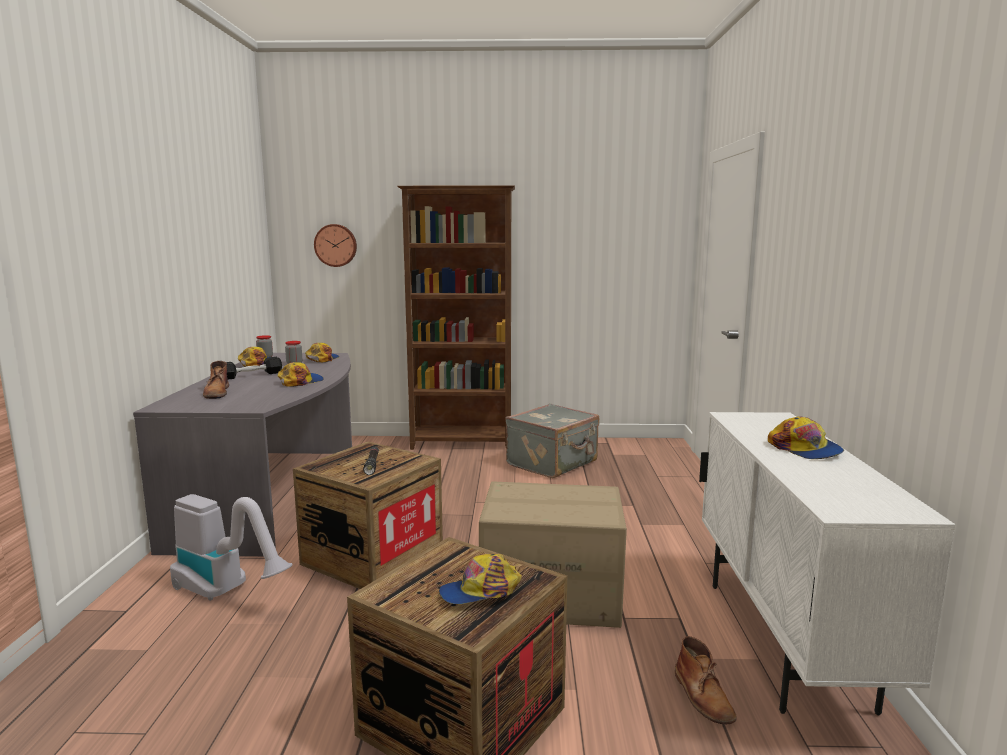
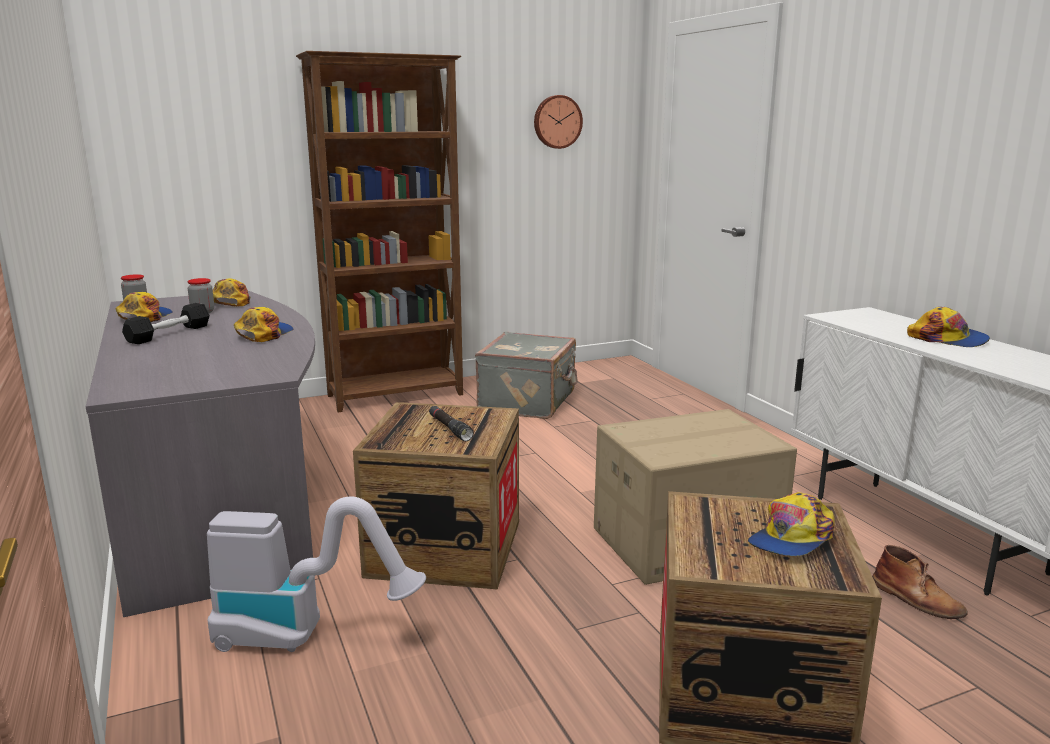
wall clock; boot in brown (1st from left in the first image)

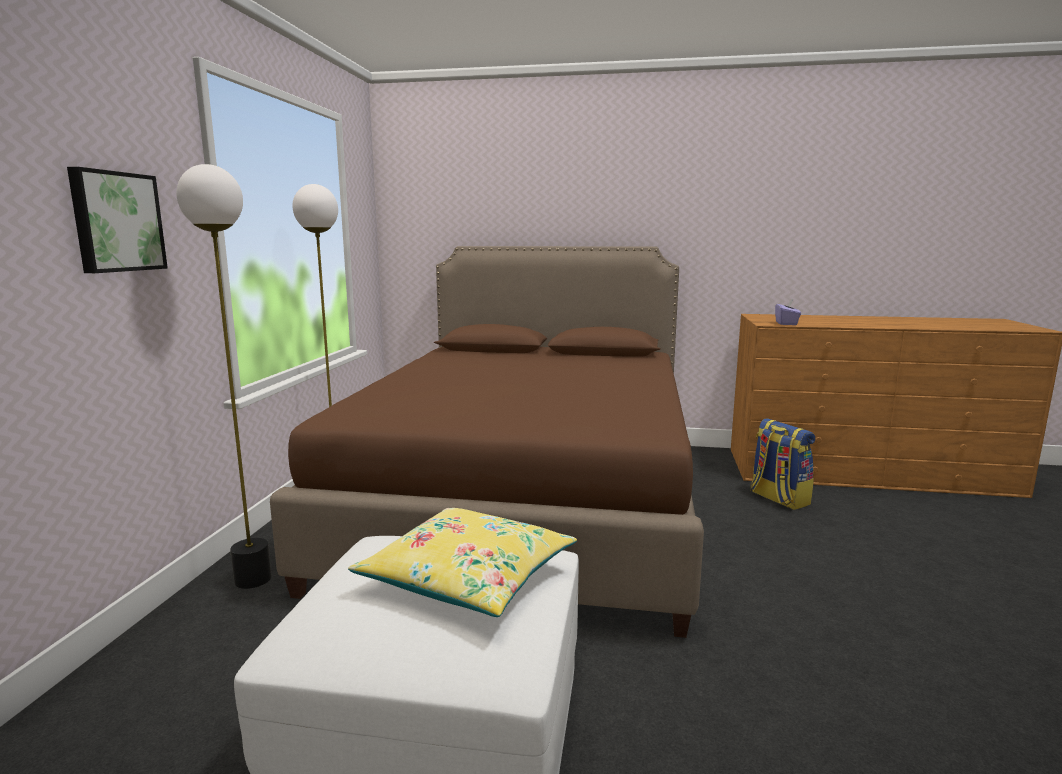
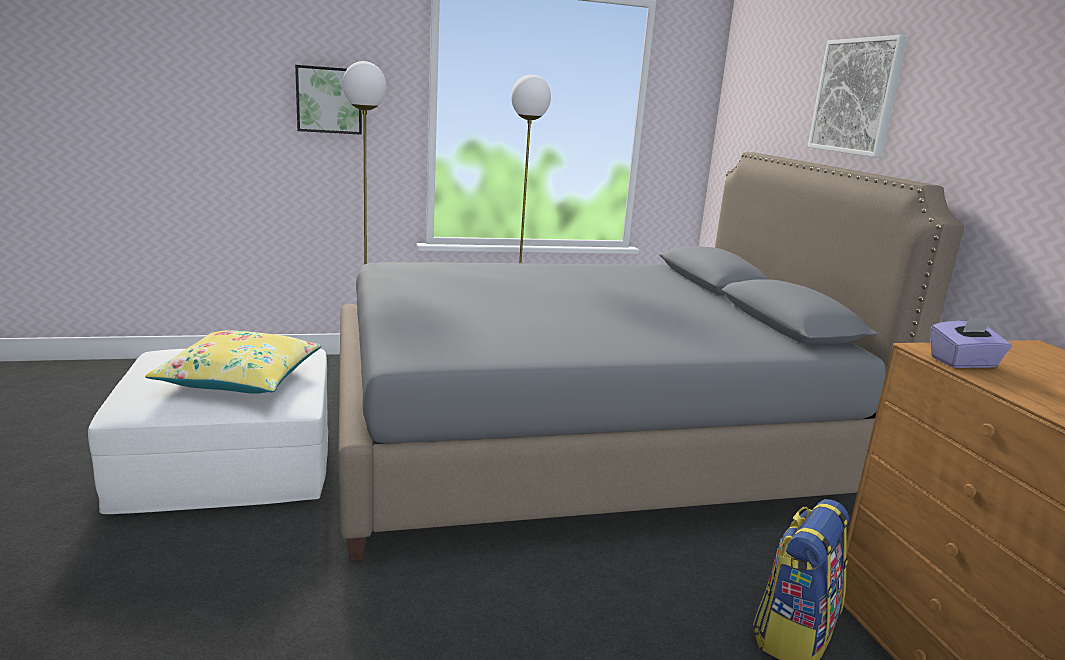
bed in grey; picture (2nd from left)

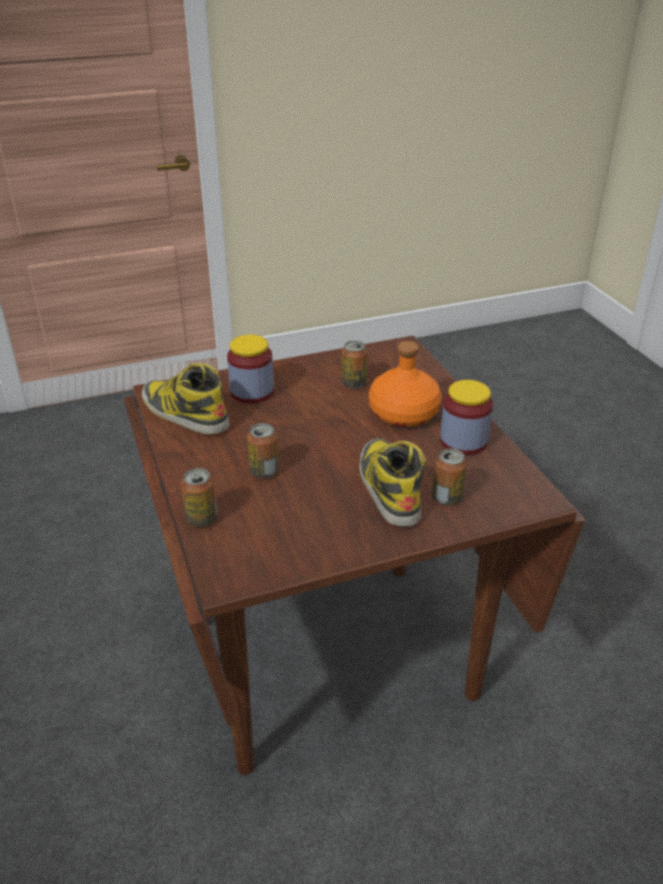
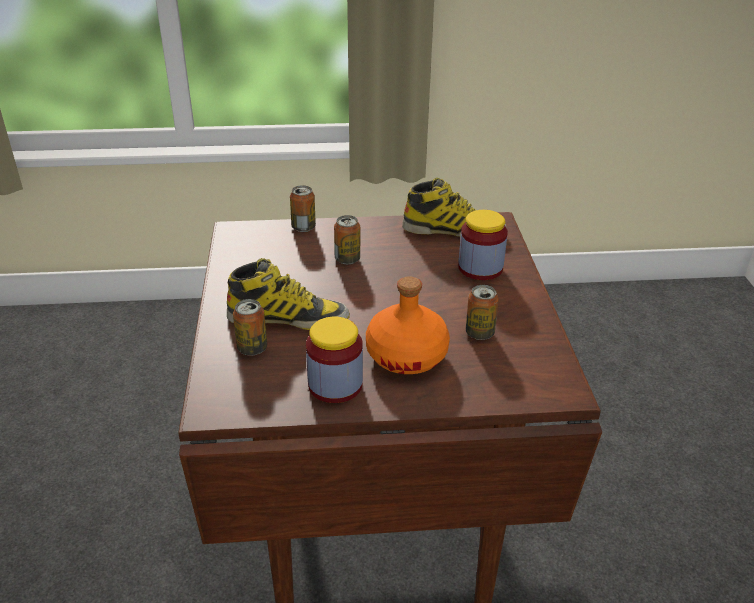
boot (2nd from left)

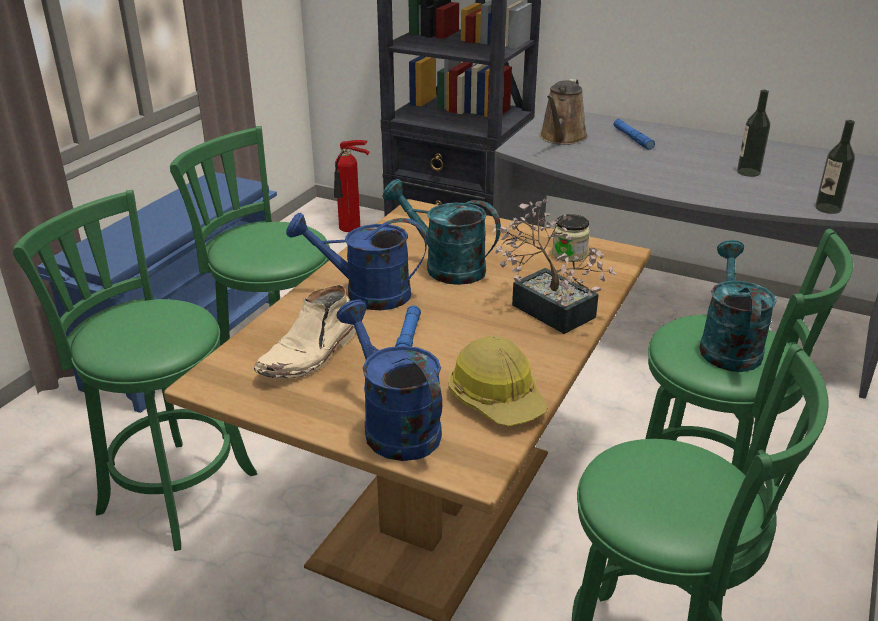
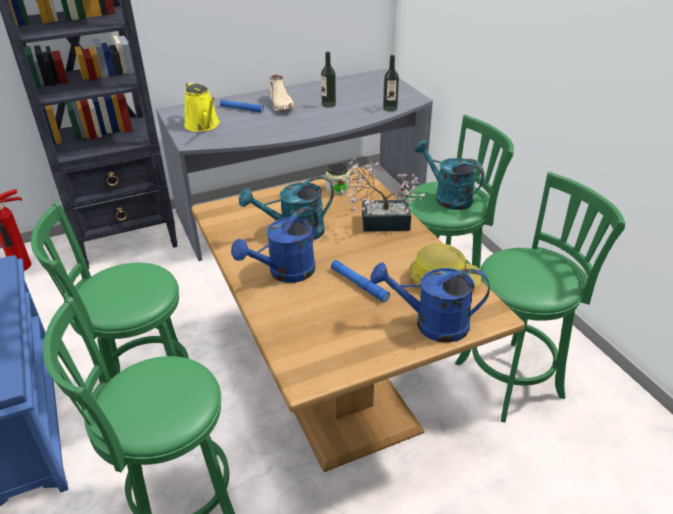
watering can in yellow; boot in beige

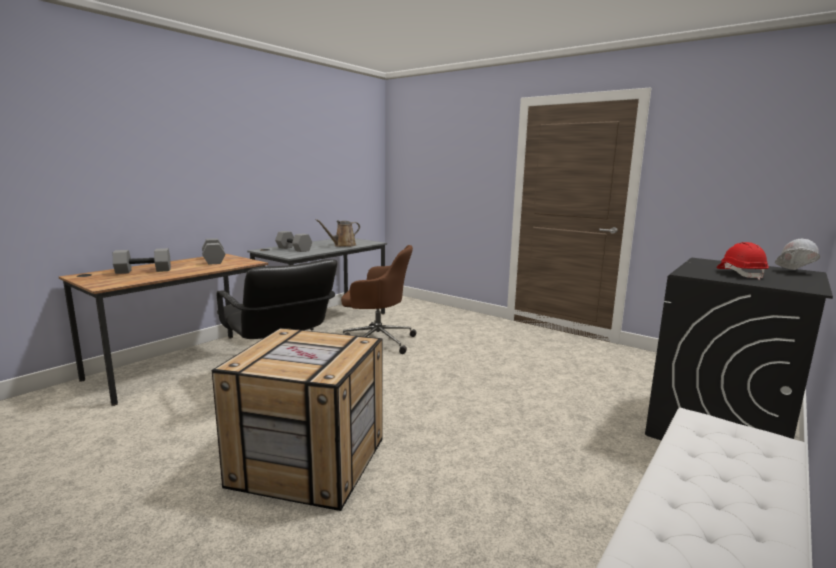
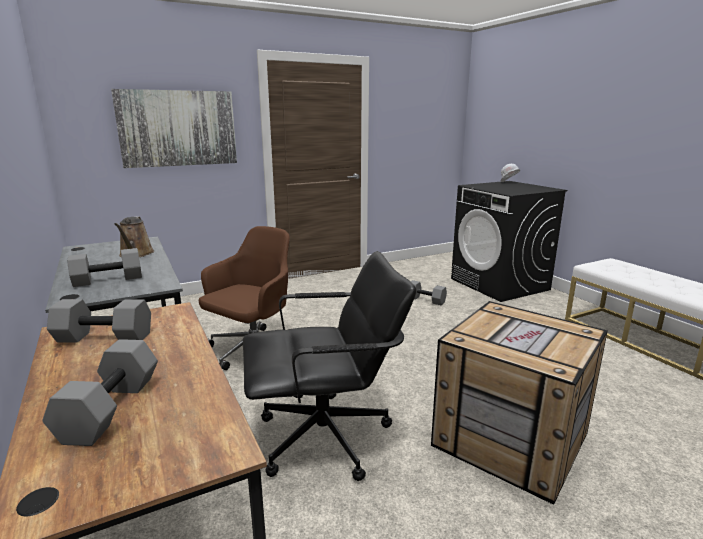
picture; dumbbell in grey (4th from left); hard hat in red

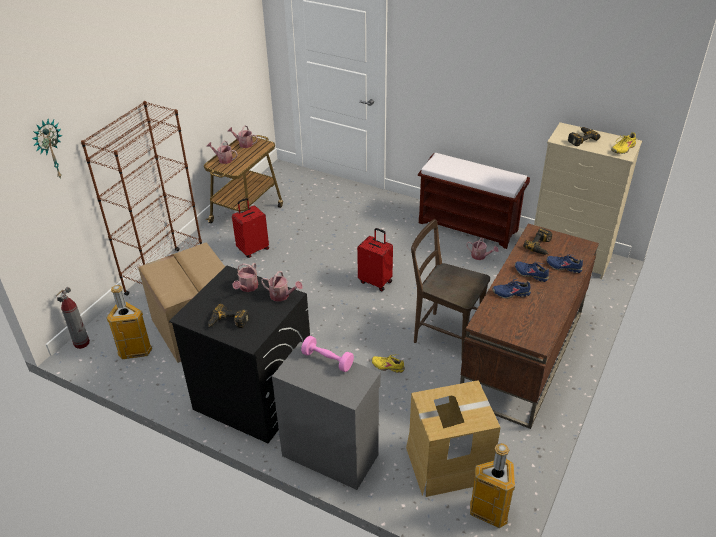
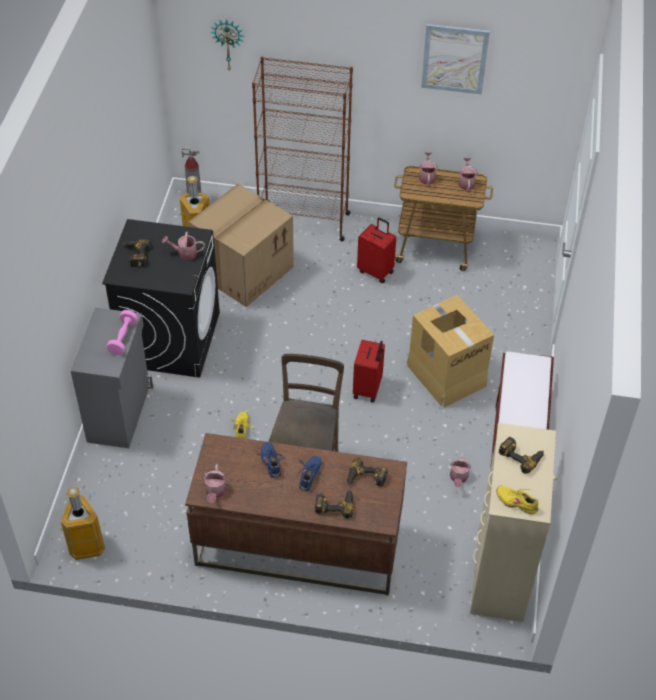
watering can (2nd from left); power drill (2nd from left); cardboard box (2nd from left); picture

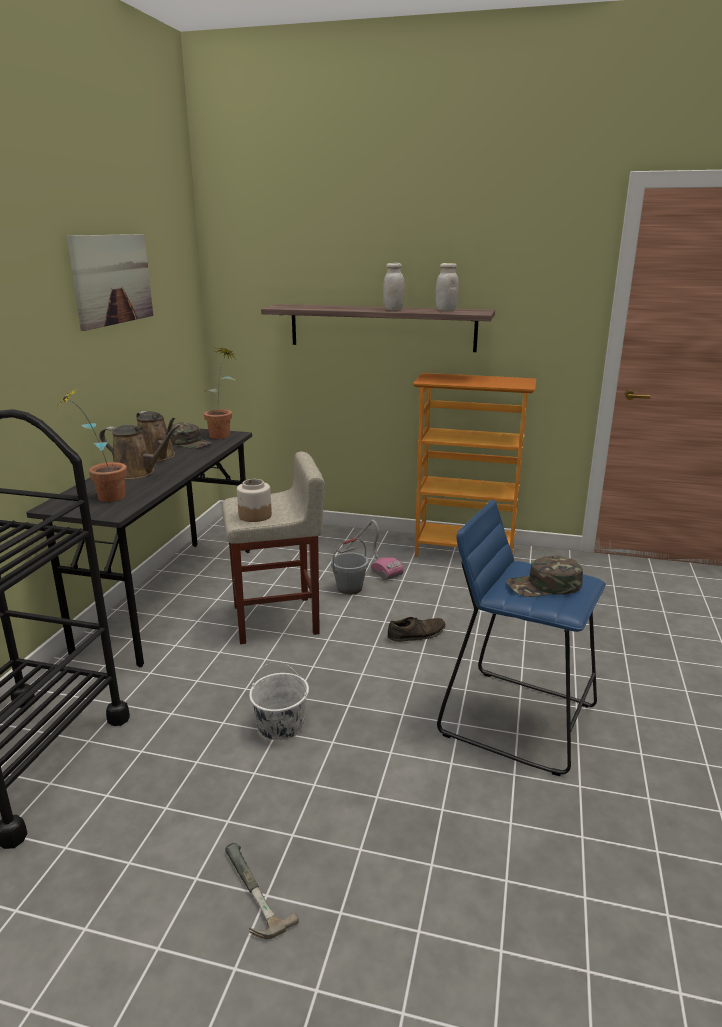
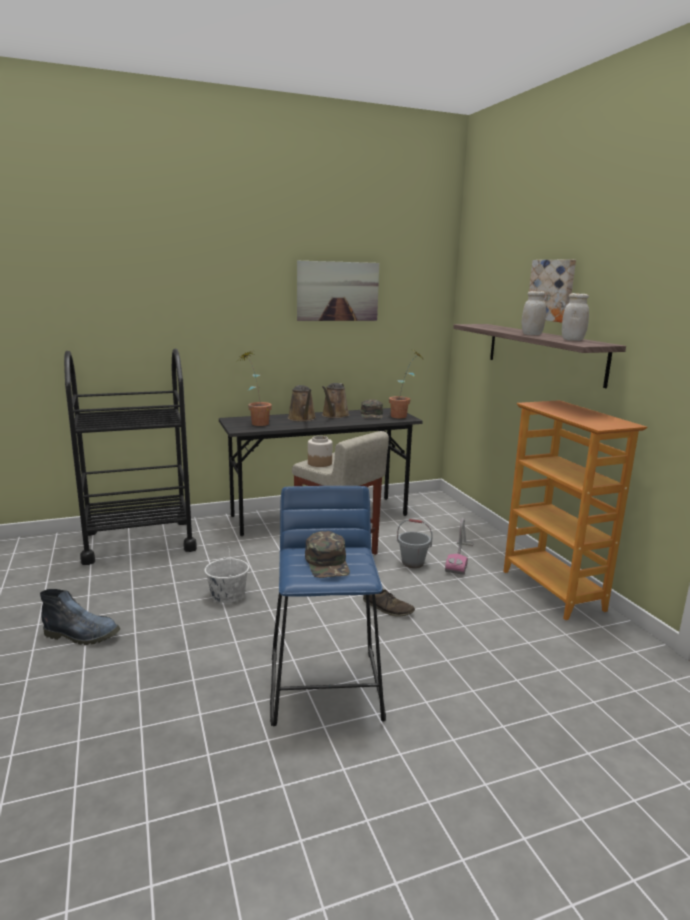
boot; cap in green (1st from left); picture (2nd from left)

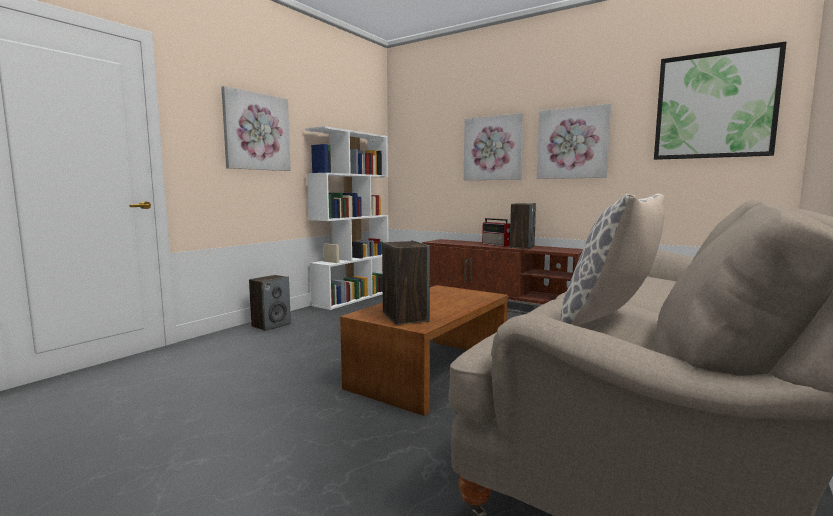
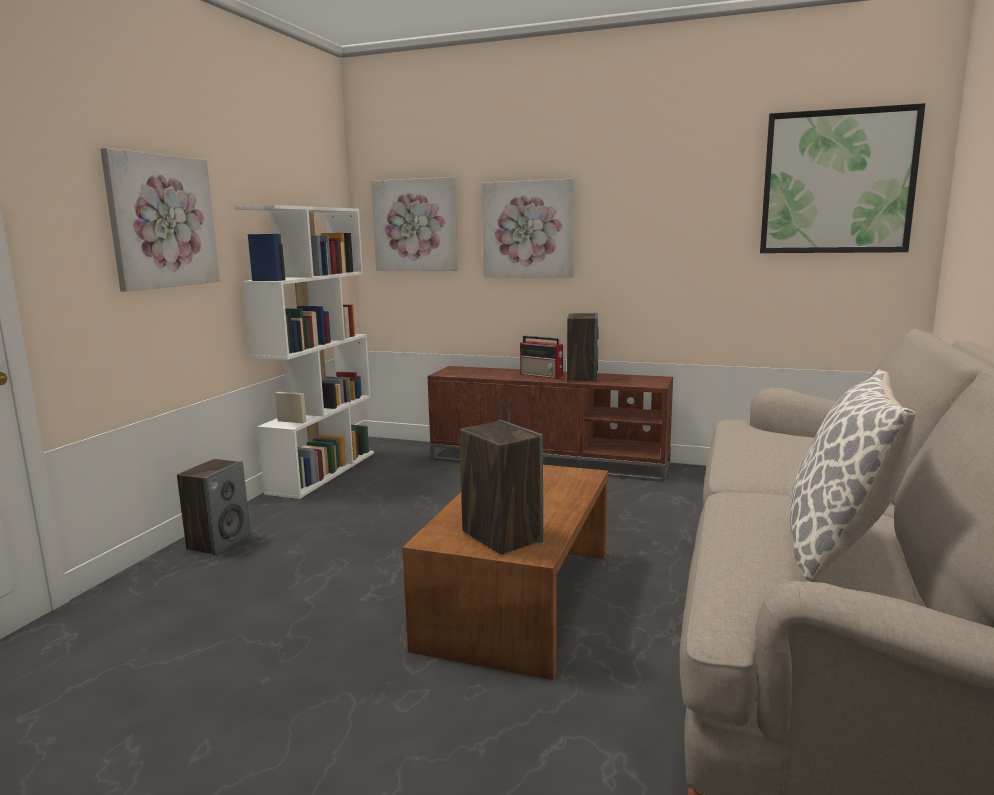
picture (2nd from left)

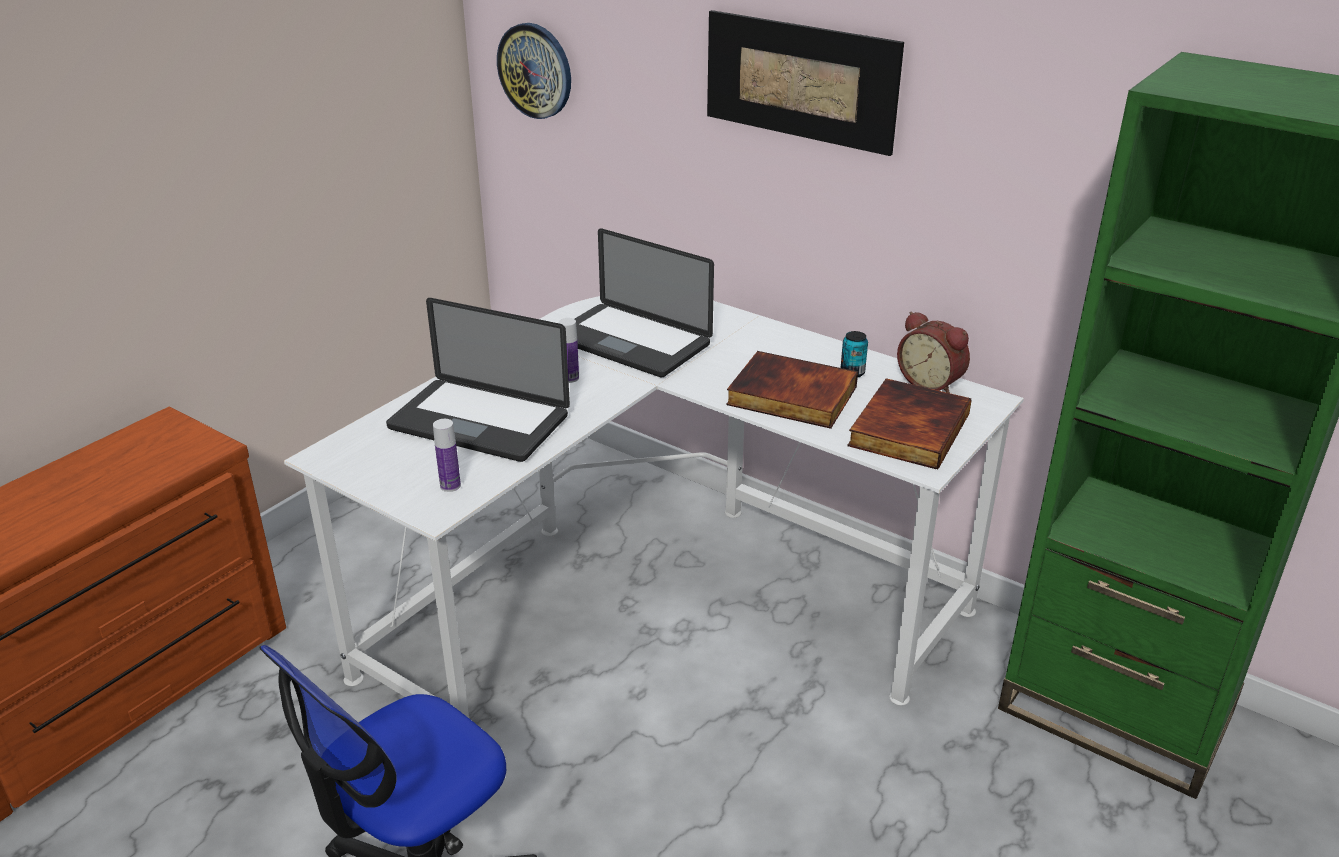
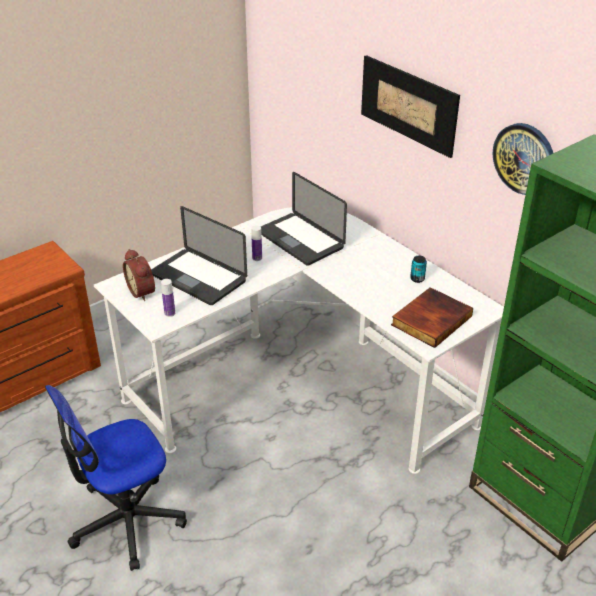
alarm clock; wall clock; book (1st from left in the first image)

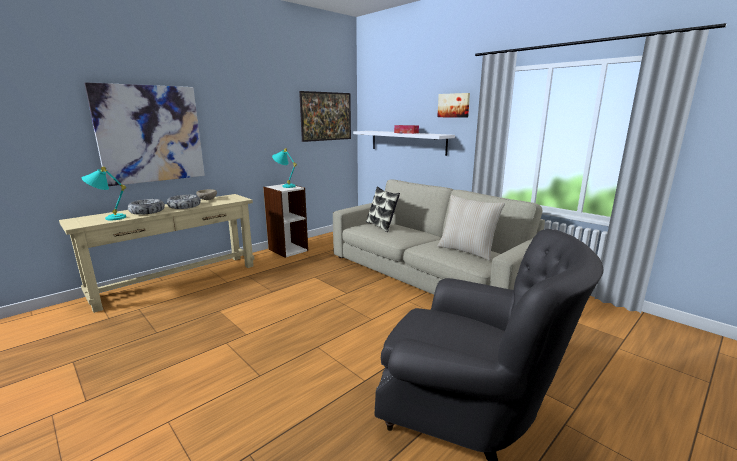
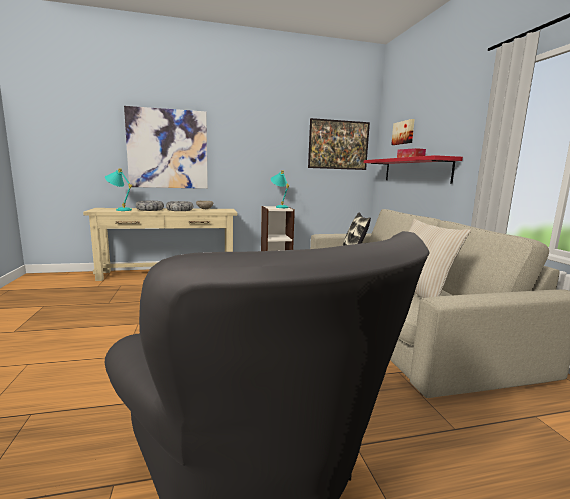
shelf in red; picture (3rd from left)

